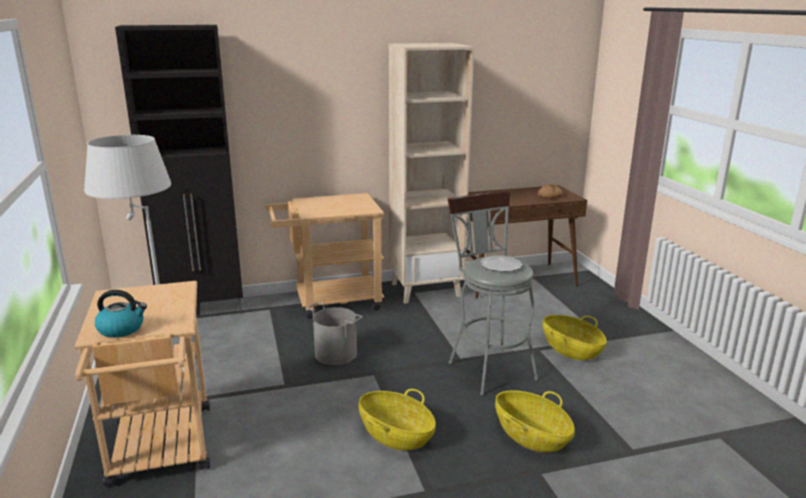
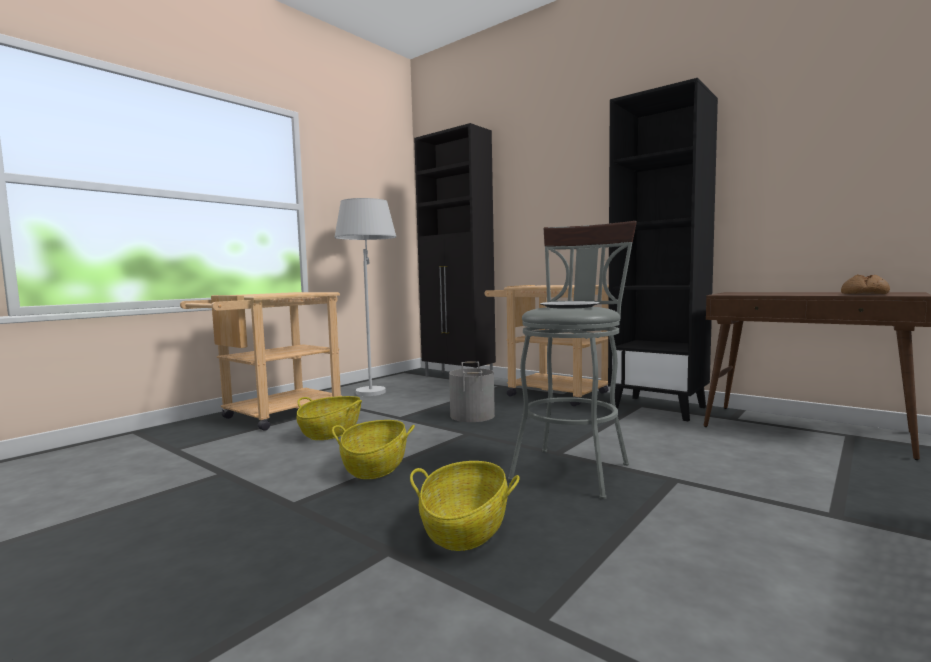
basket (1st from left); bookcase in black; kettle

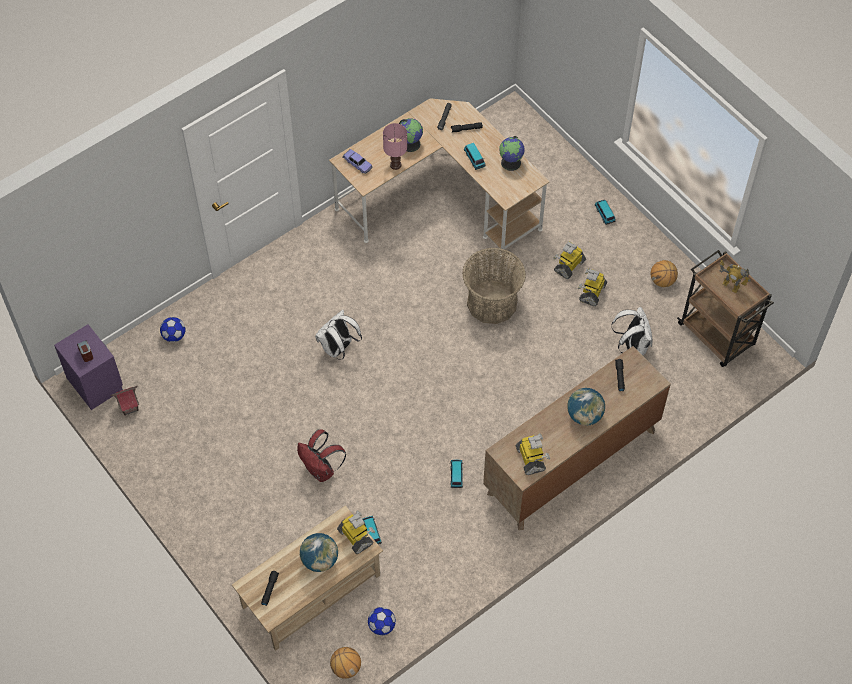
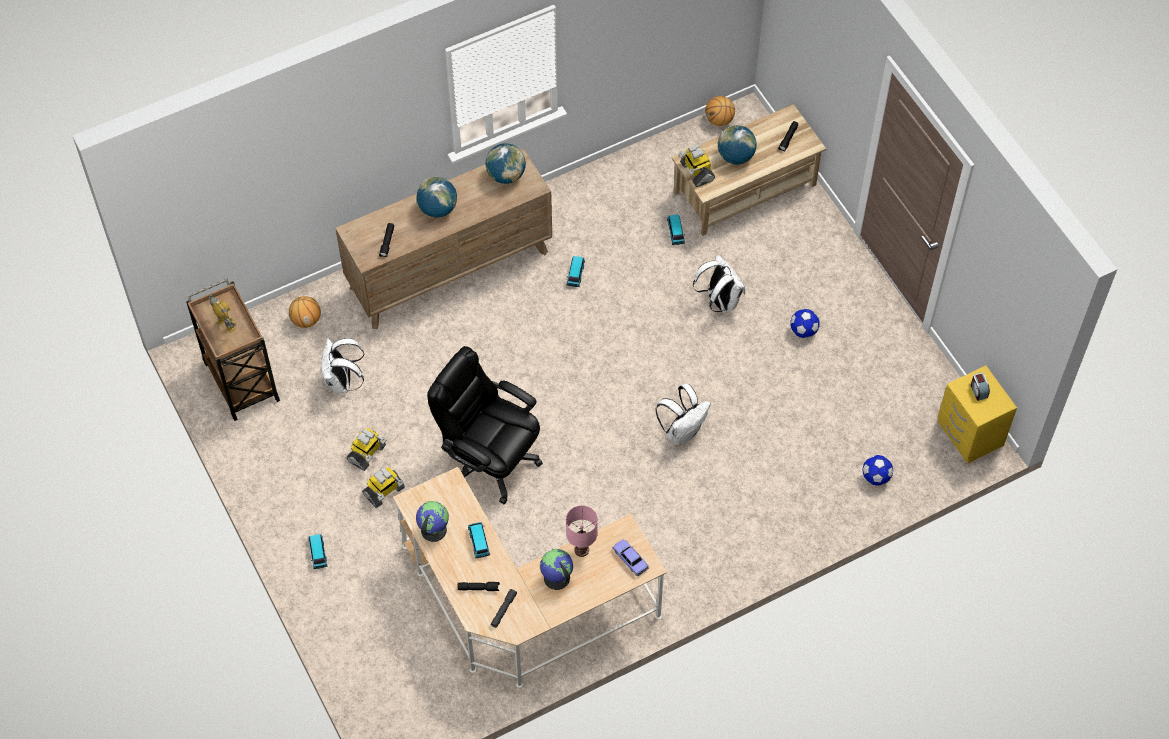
basketball (1st from left); office chair in black; globe (3rd from left); backpack in white (3rd from left); football (1st from left); nightstand in yellow; toy house

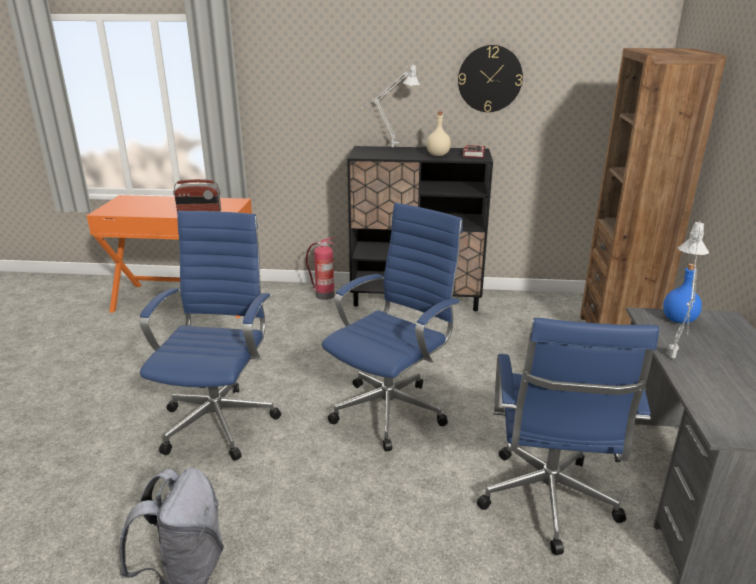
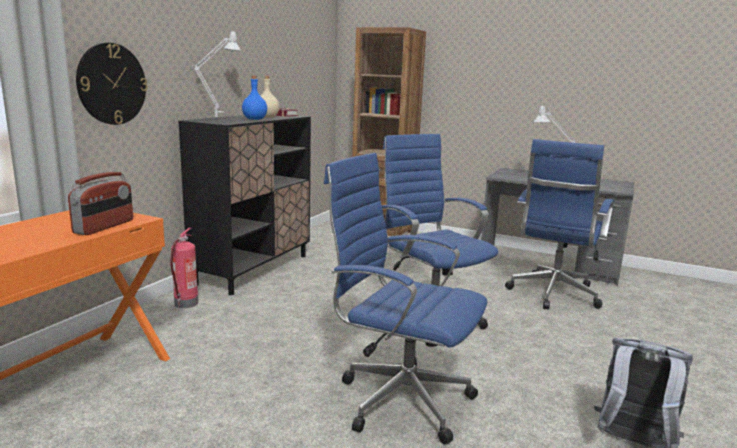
wall clock; bottle in blue; office chair in blue (3rd from left)

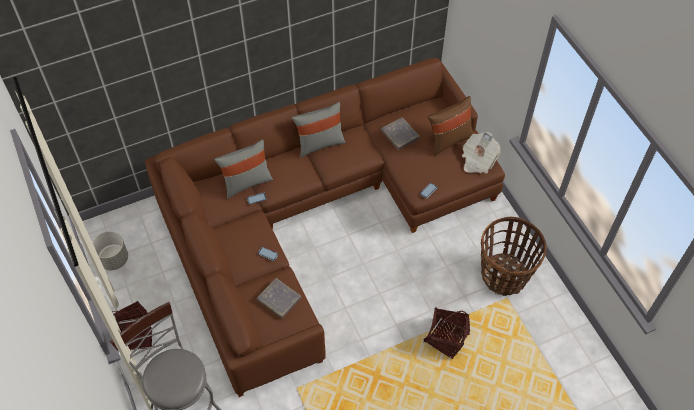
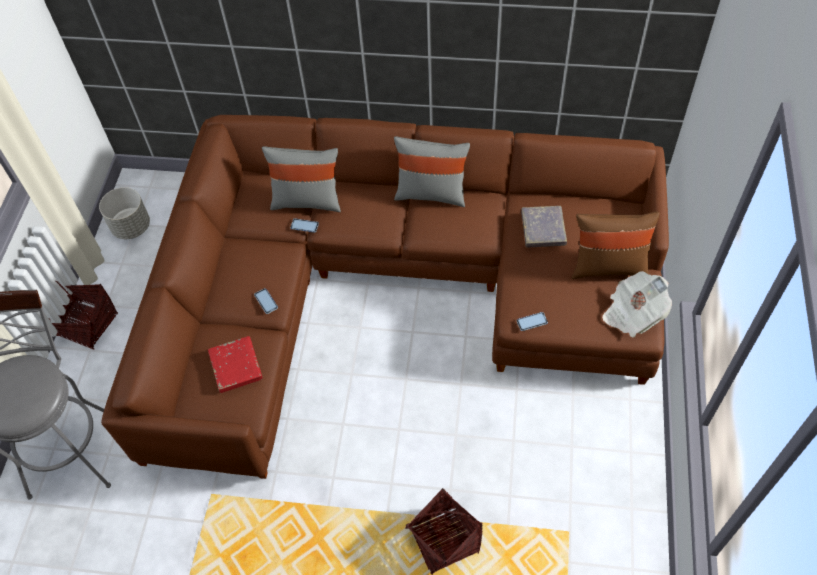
book in red; basket (3rd from left in the first image)

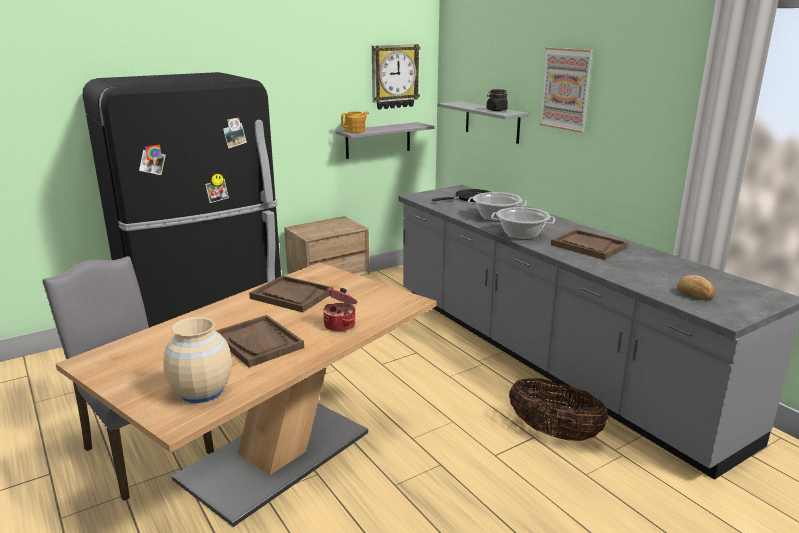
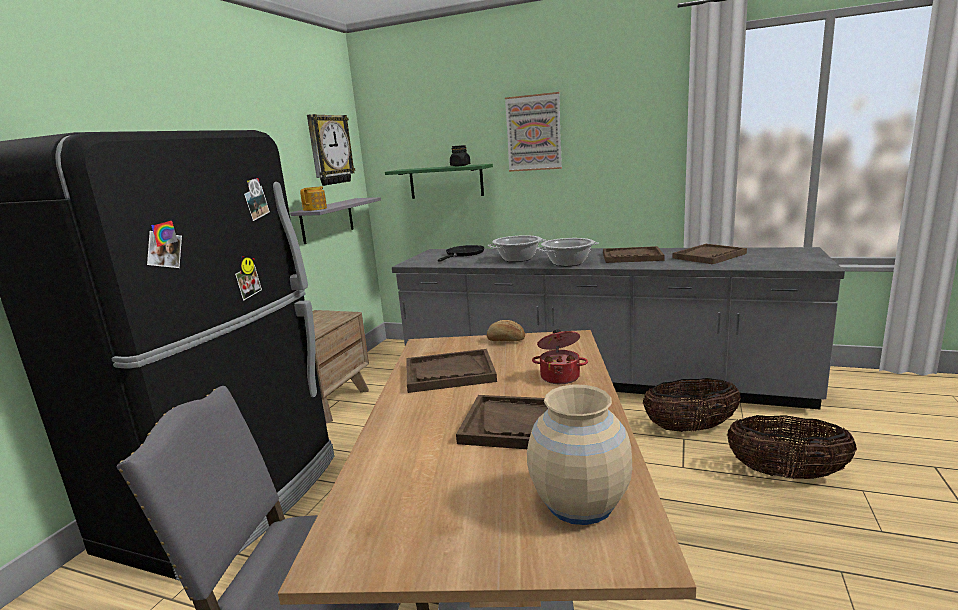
shelf in green; bread; tray in brown (4th from left); basket (2nd from left)

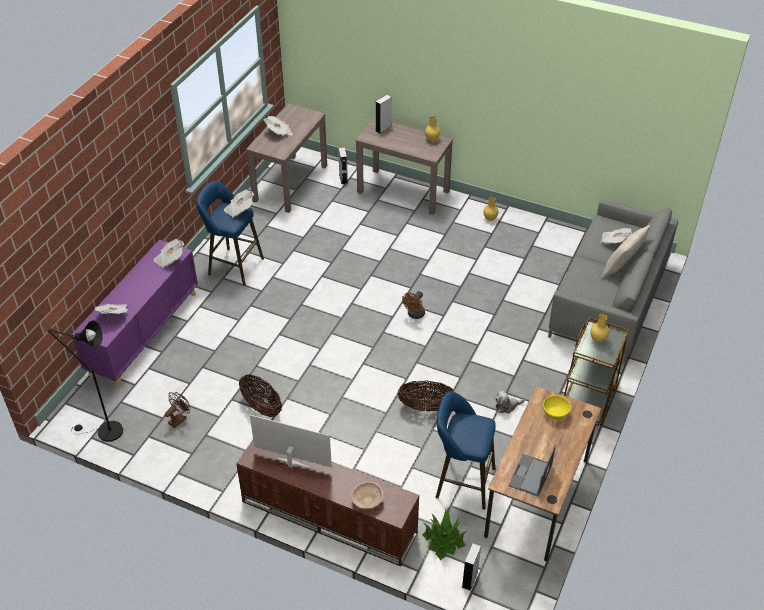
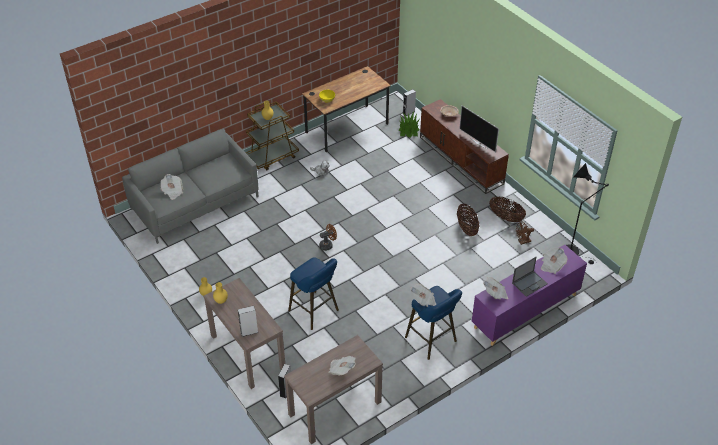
stool in blue (1st from left); basket (2nd from left); laptop; pillow in beige

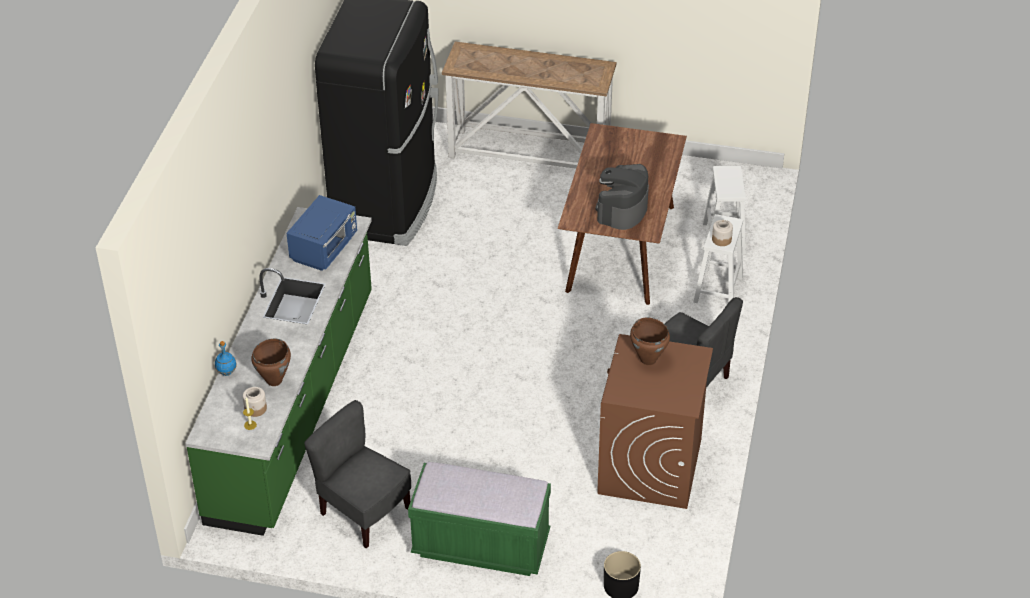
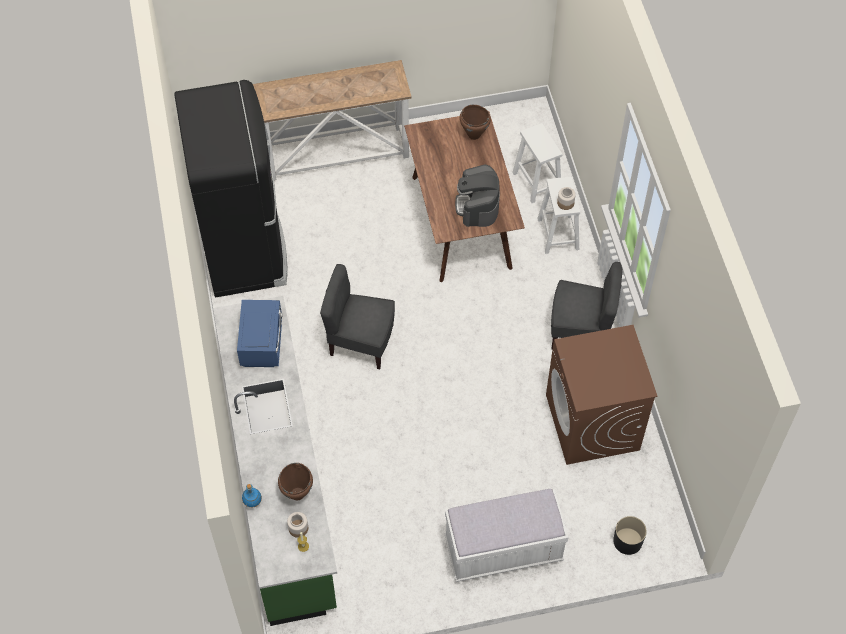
chair in grey (1st from left); bench in white; cooking pot in brown (2nd from left)

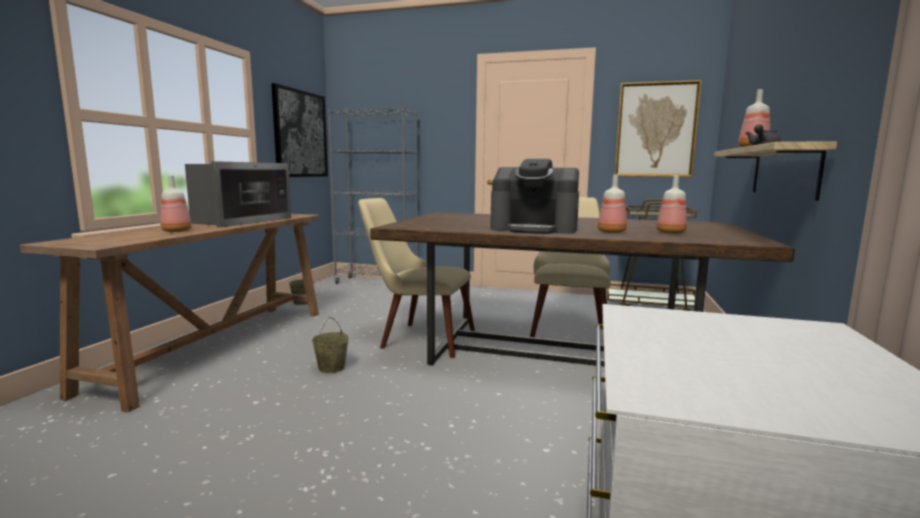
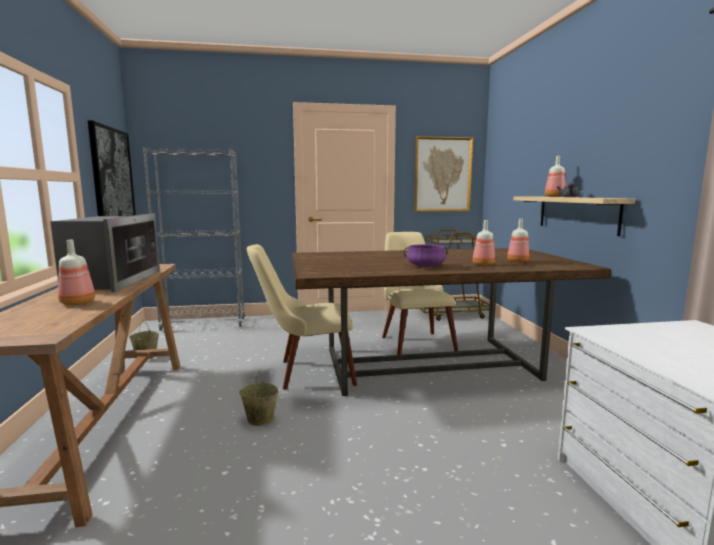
cooking pot in purple

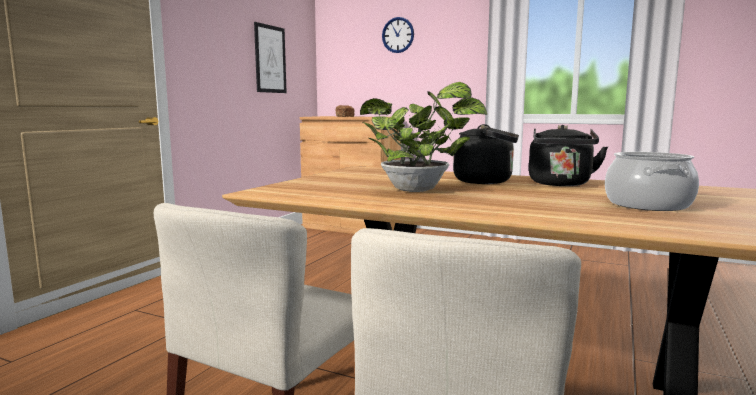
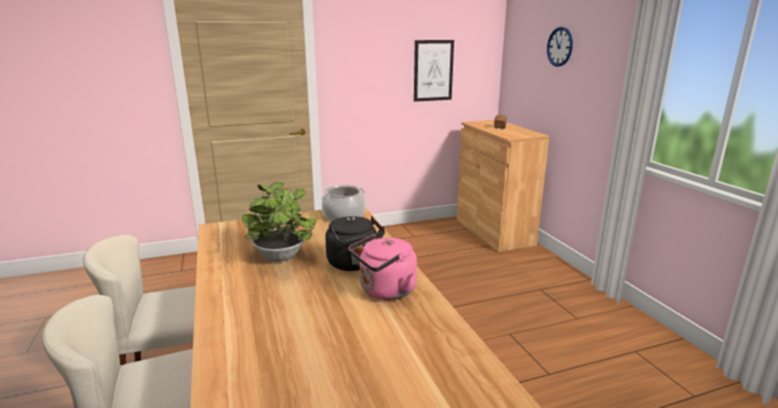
cooking pot; kettle in pink

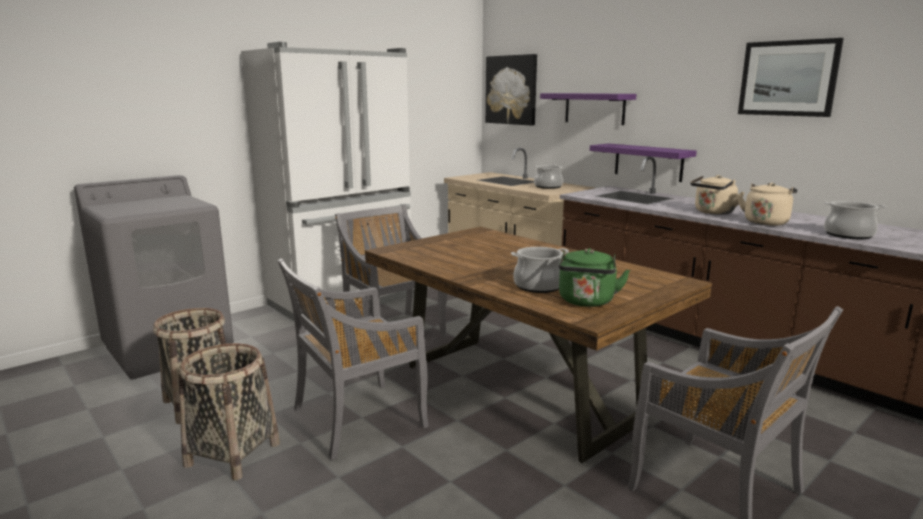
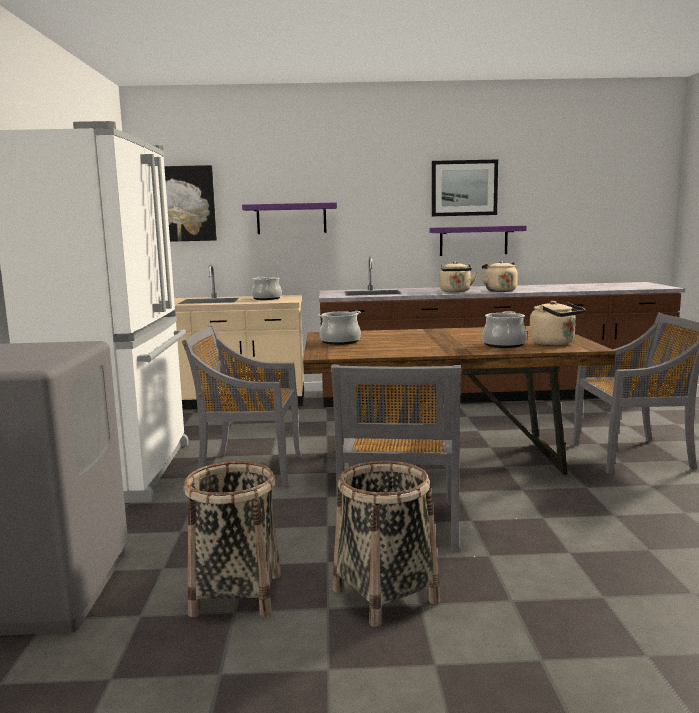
cooking pot (2nd from left); shelf in purple (2nd from left); kettle in beige (3rd from left)

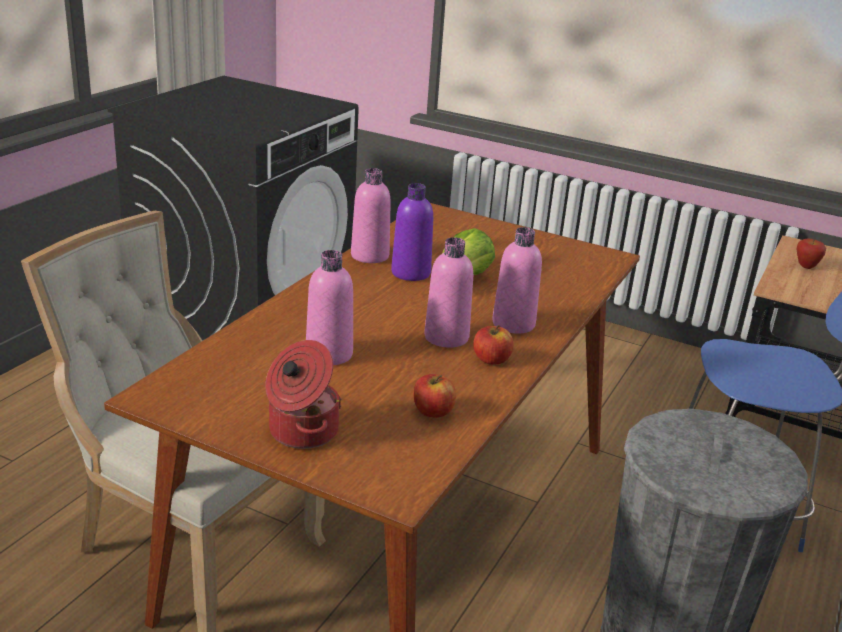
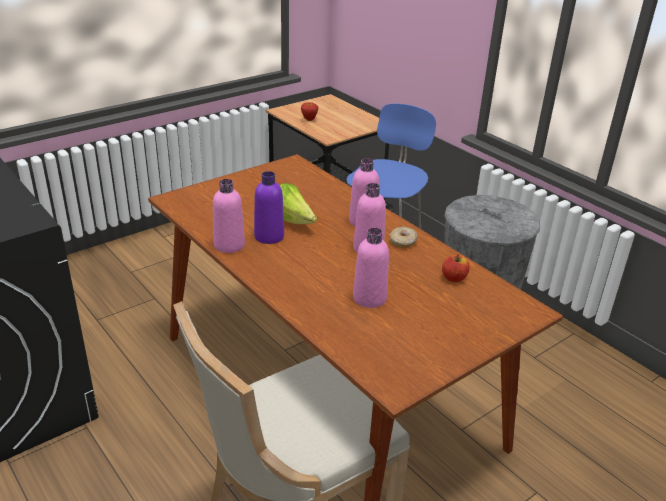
donut; cooking pot

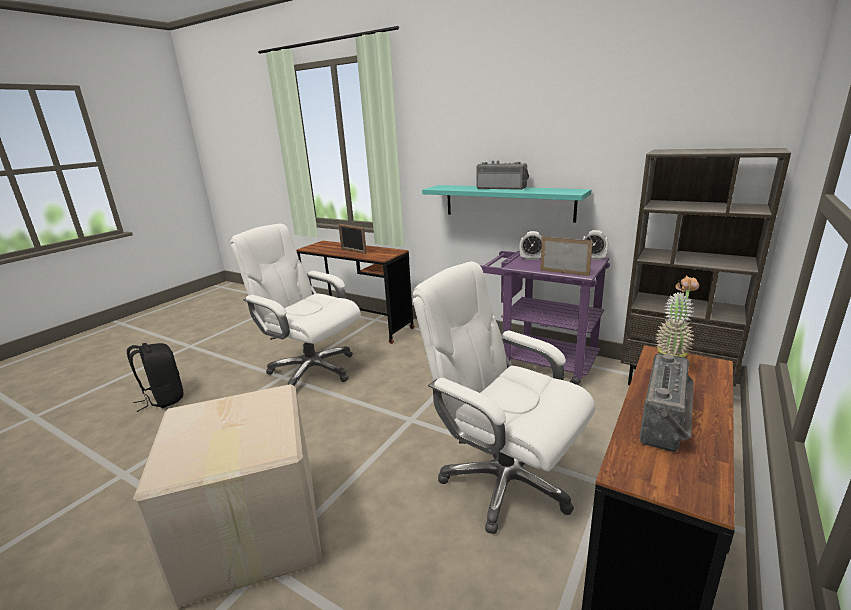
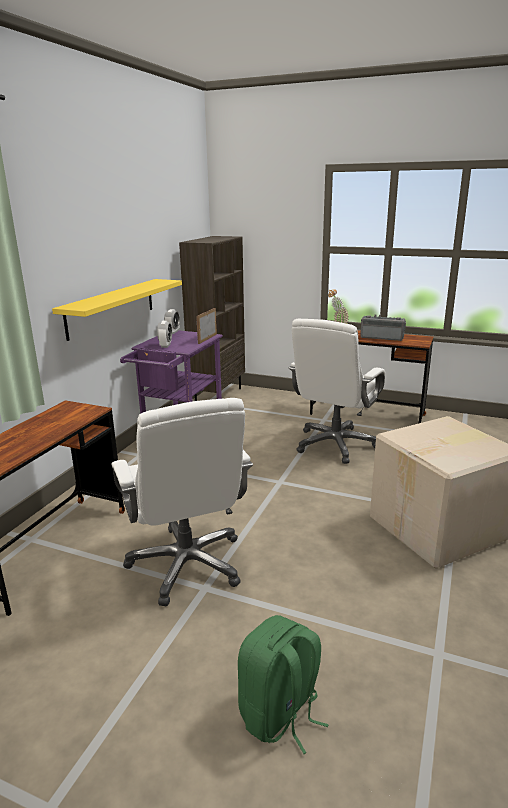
shelf in yellow; office chair in white (1st from left); backpack in green; picture frame (1st from left in the first image); radio (1st from left in the first image)

